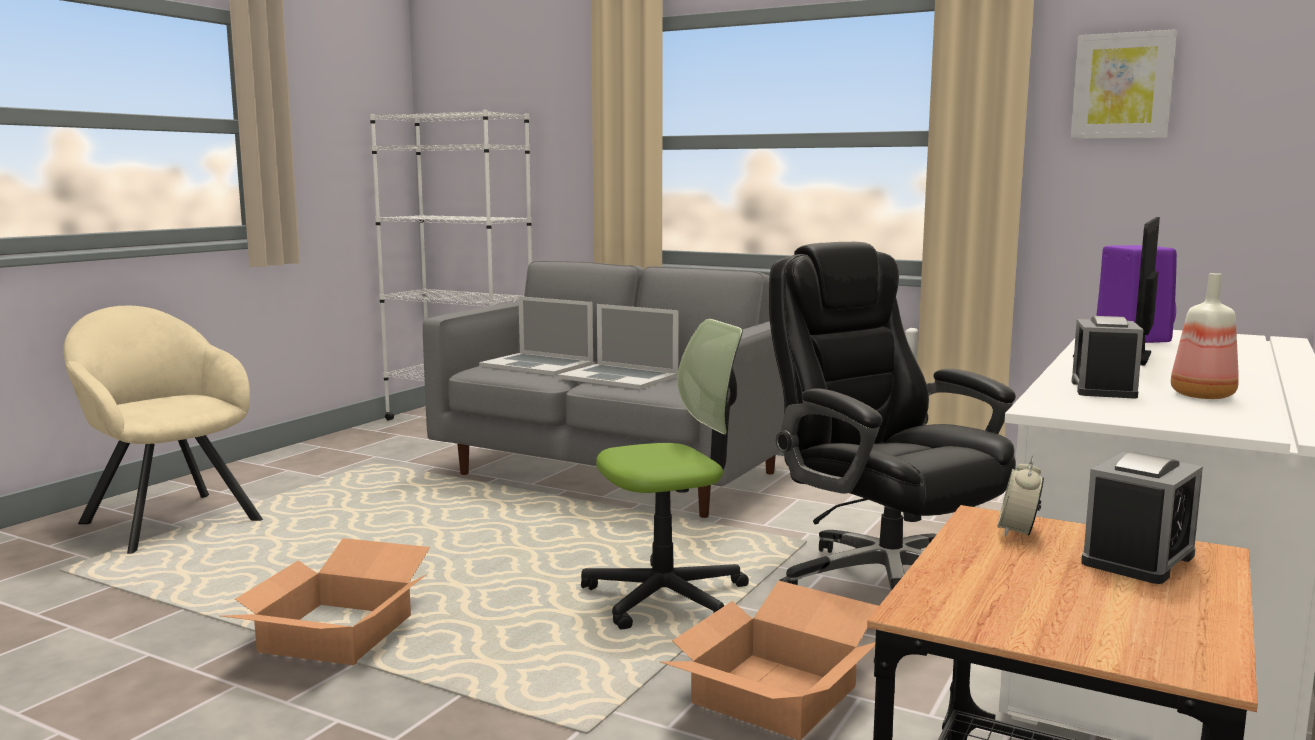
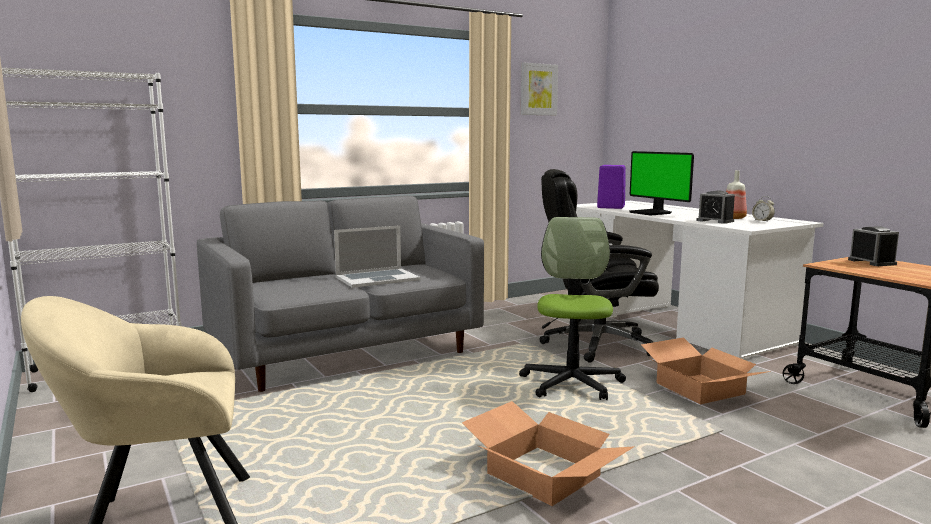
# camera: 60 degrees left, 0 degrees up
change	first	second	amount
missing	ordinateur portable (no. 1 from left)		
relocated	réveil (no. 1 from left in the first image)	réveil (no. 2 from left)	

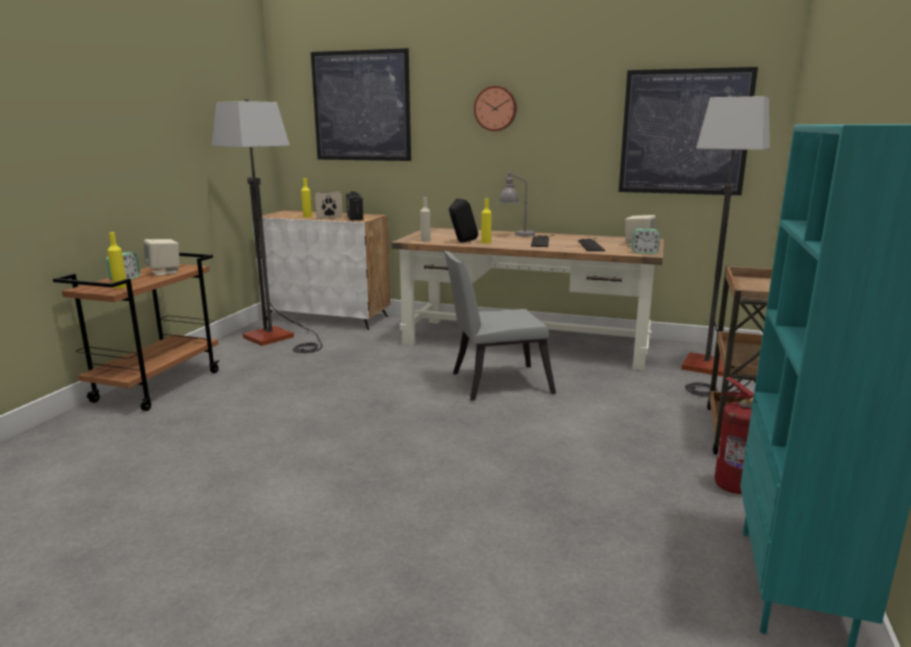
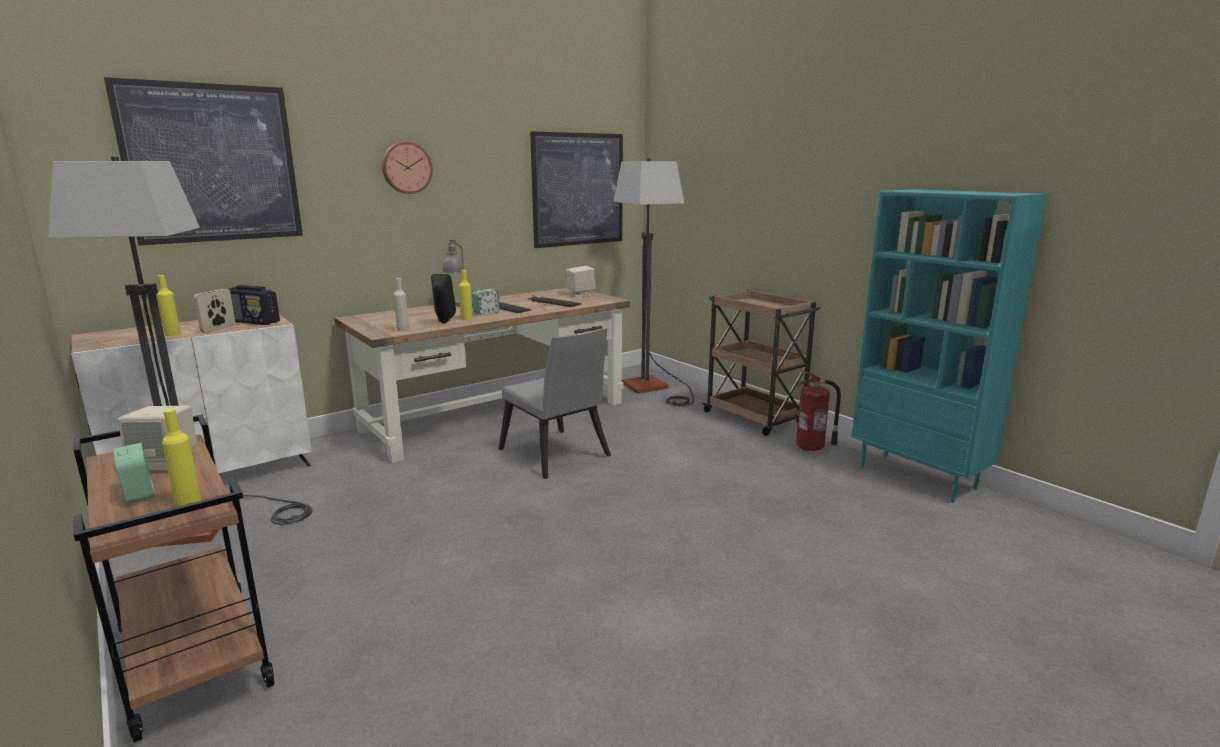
# camera: 55 degrees left, 0 degrees up
change	first	second	amount
relocated	réveil (no. 2 from left)		
spun	chaise (gris)		60 degrees counterclockwise

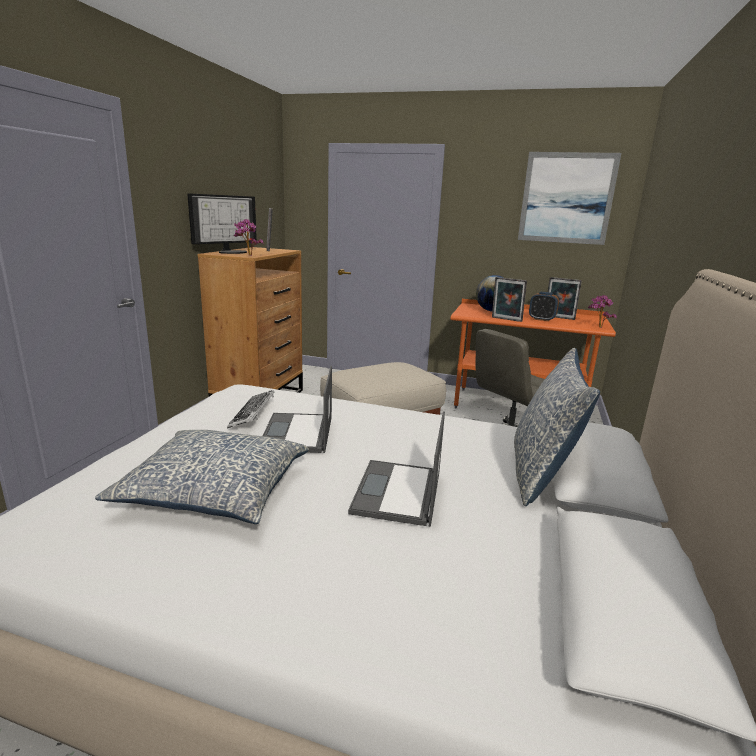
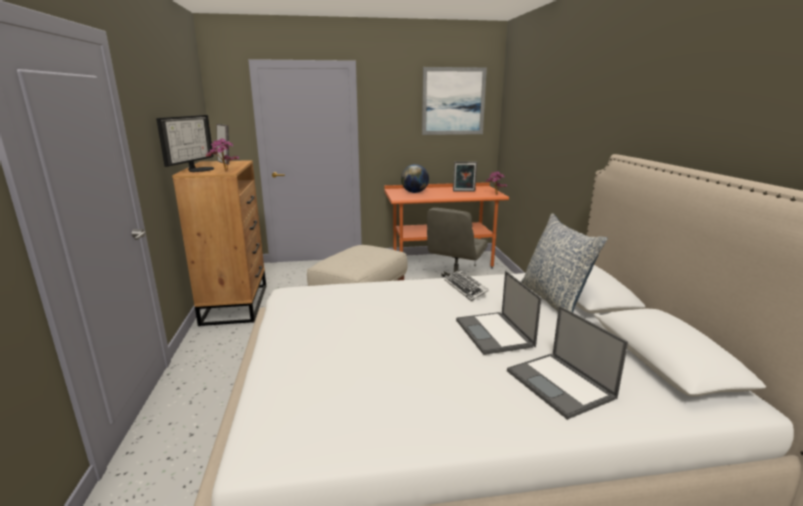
# camera: 25 degrees left, 0 degrees up
change	first	second	amount
missing	coussin (no. 1 from left)		
missing	cadre photo (no. 2 from left)		
missing	réveil		
relocated	clavier		
relocated	ordinateur portable (no. 1 from left in the first image)	ordinateur portable (no. 2 from left)	

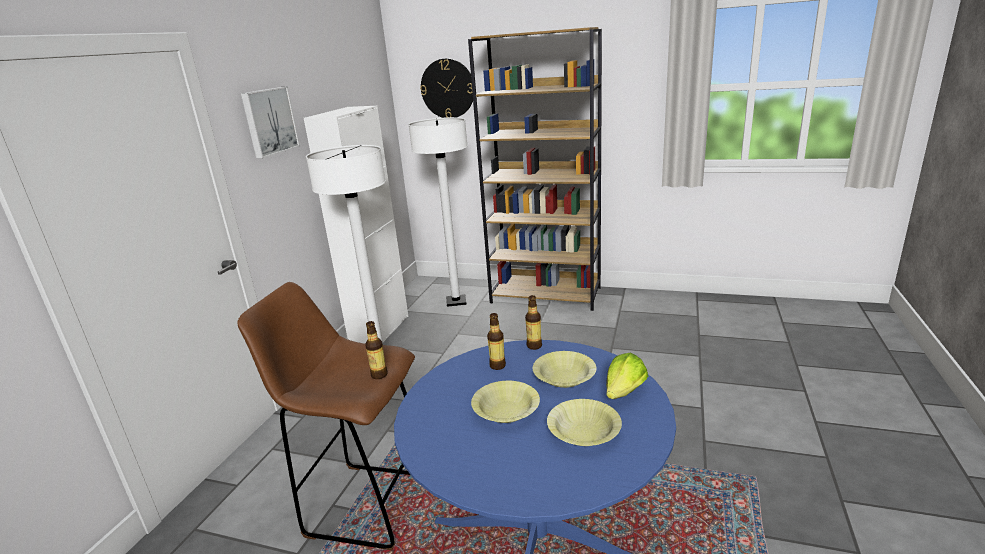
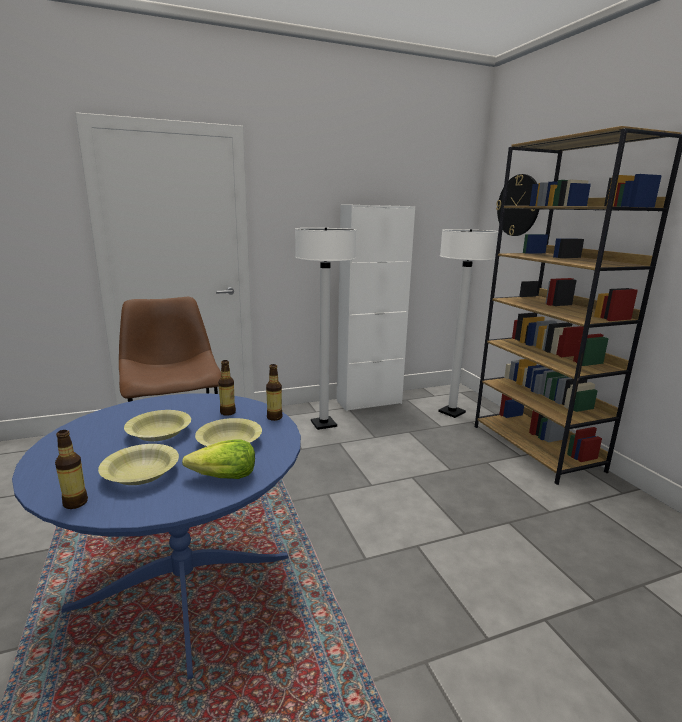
# camera: 50 degrees right, 5 degrees down
change	first	second	amount
missing	tableau		
relocated	bouteille (no. 1 from left)		

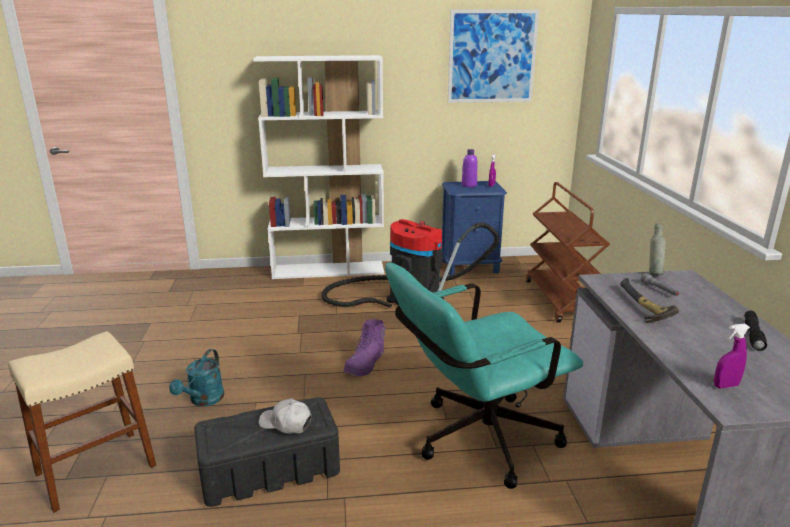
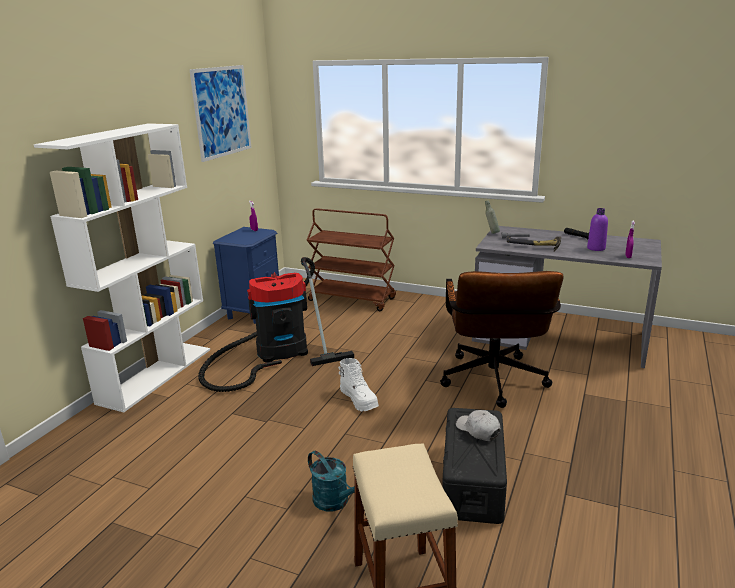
# camera: 60 degrees left, 0 degrees up
change	first	second	amount
relocated	bouteille (violet)		
colour	botte (violet)	botte (blanc)	
colour	chaise de bureau (turquoise)	chaise de bureau (marron)	
spun	casquette (blanc)		90 degrees clockwise

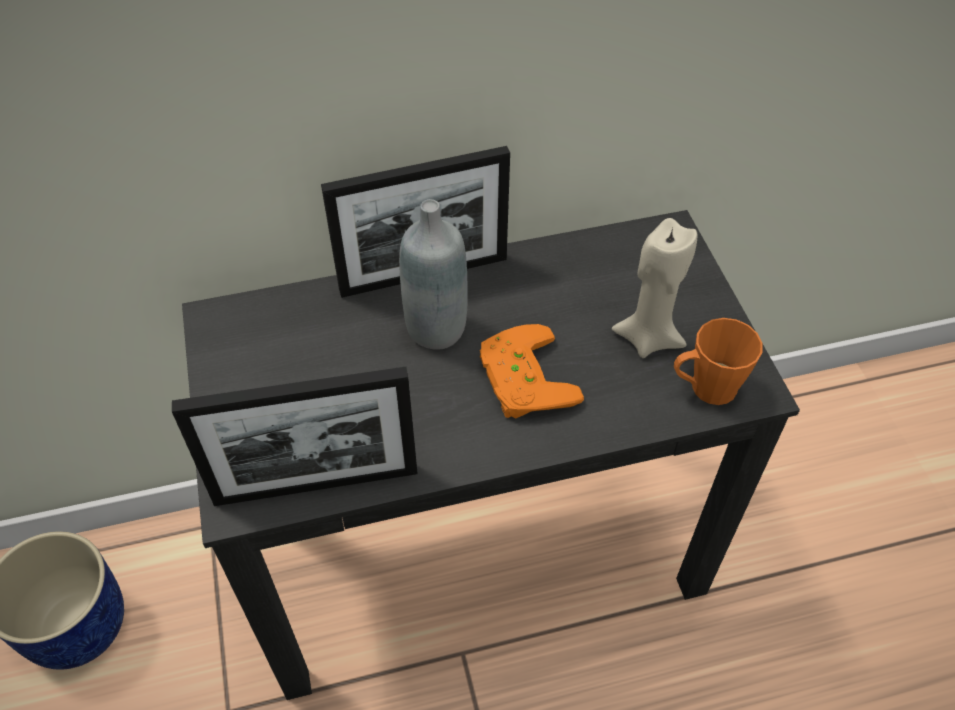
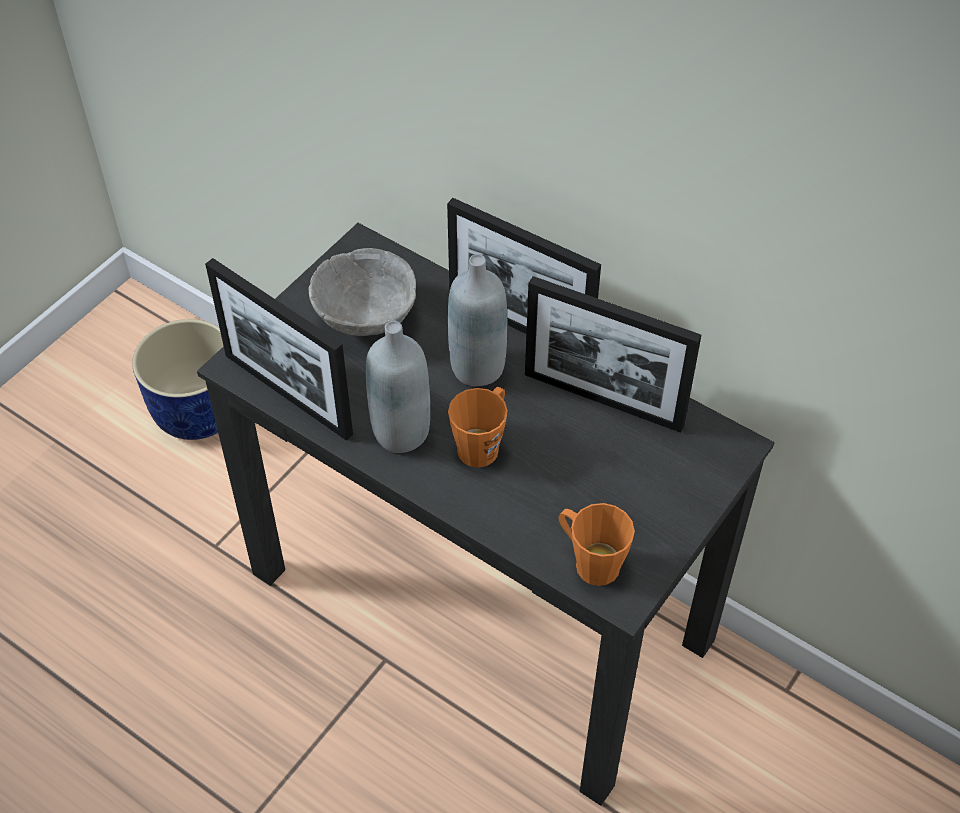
# camera: 50 degrees right, 0 degrees up
change	first	second	amount
missing	bougie (beige)		
appeared		bol (gris)	
appeared		bouteille (gris) (no. 1 from left)	
appeared		cadre photo (no. 3 from left)	
exchanged	manette (orange)	mug (orange) (no. 1 from left)	

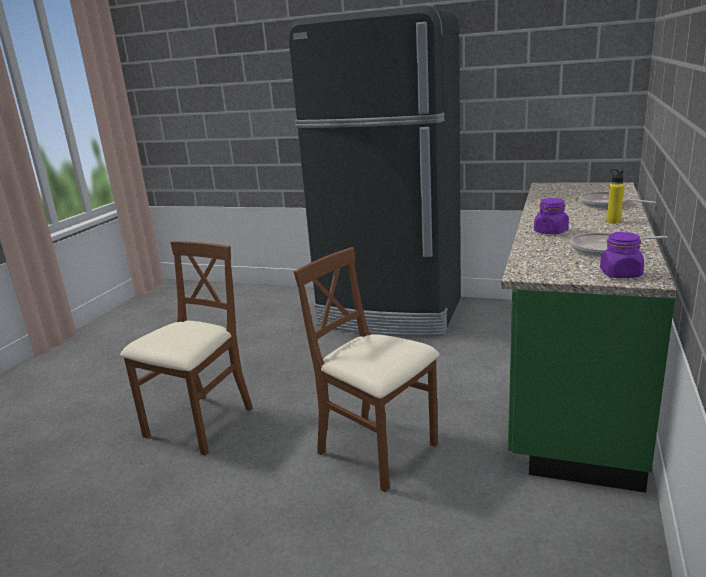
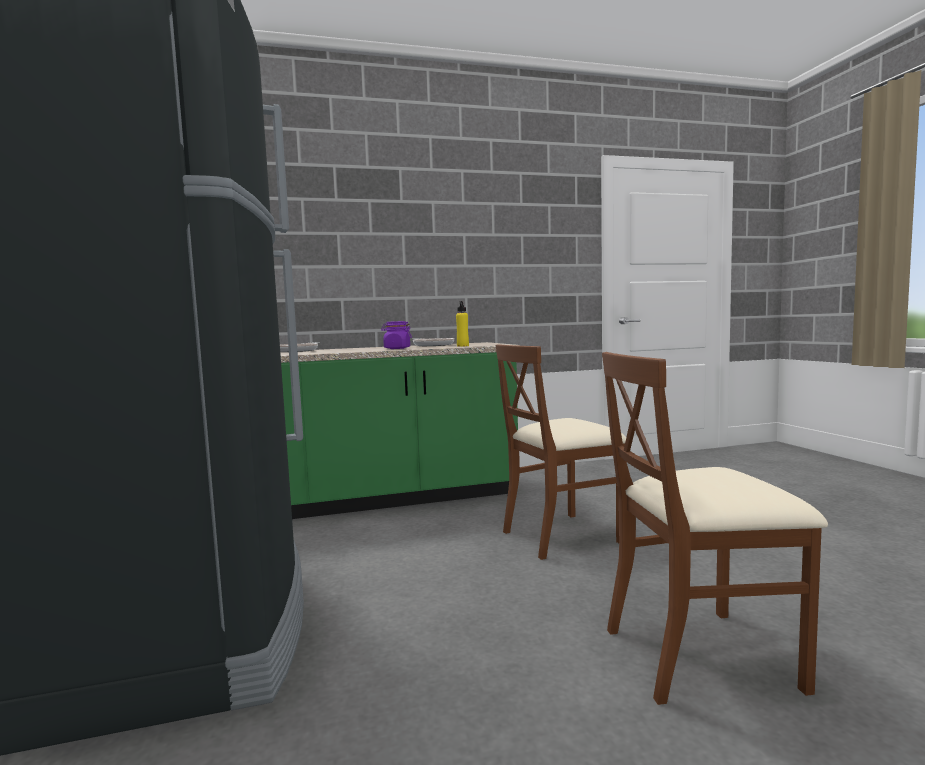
# camera: 125 degrees left, 15 degrees down
change	first	second	amount
missing	bocal (violet) (no. 2 from left)		
relocated	bouteille (jaune)		
spun	chaise (marron) (no. 2 from left in the first image)	chaise (marron) (no. 1 from left)	60 degrees clockwise

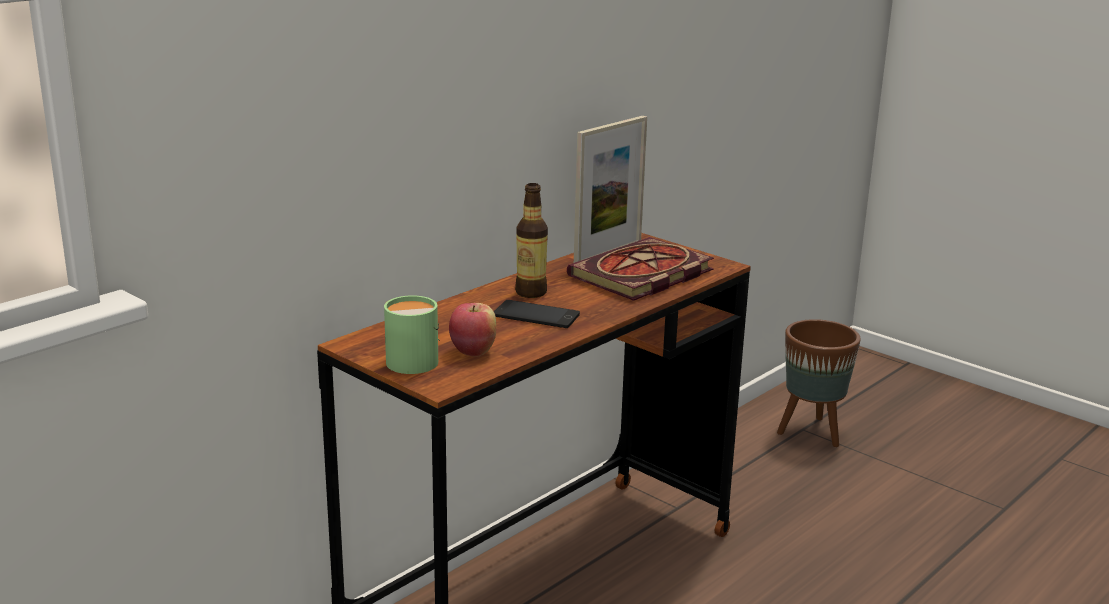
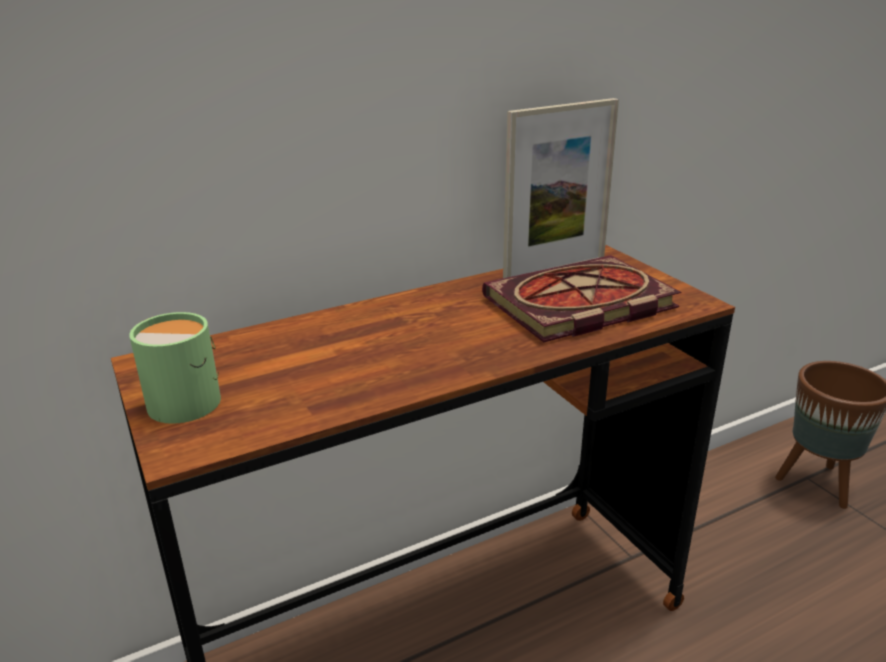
# camera: 20 degrees right, 5 degrees up
change	first	second	amount
missing	pomme		
missing	téléphone		
missing	bouteille		

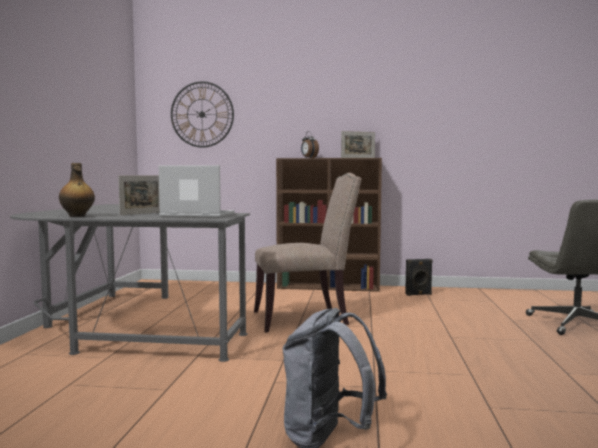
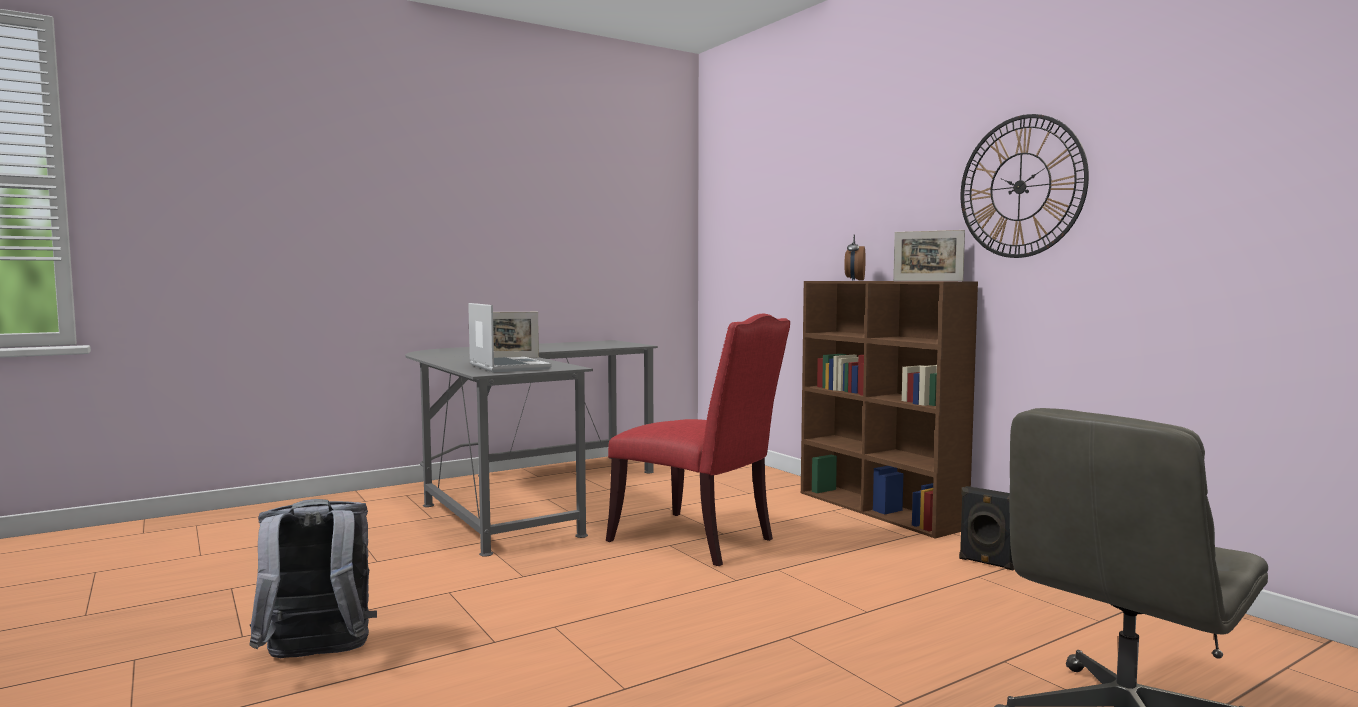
# camera: 50 degrees right, 0 degrees up
change	first	second	amount
missing	bouteille		
relocated	horloge murale		
colour	chaise (beige)	chaise (rouge)	

